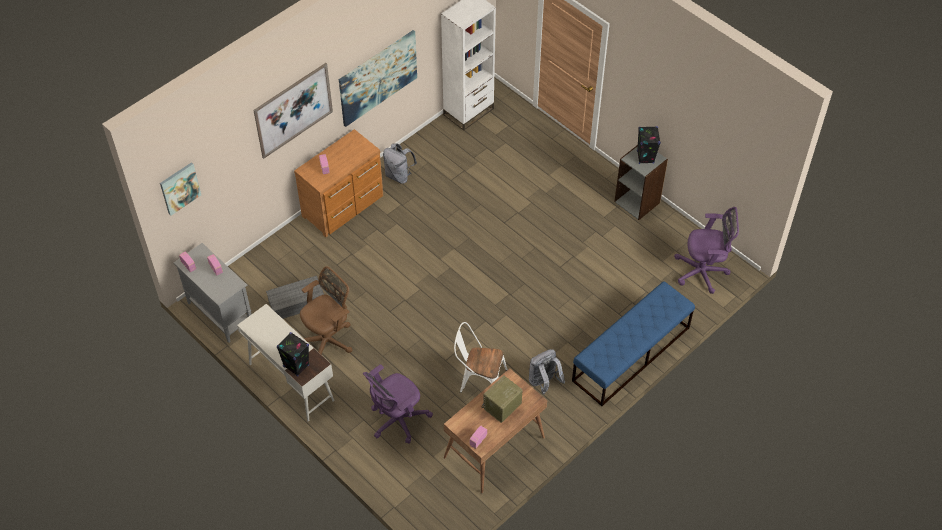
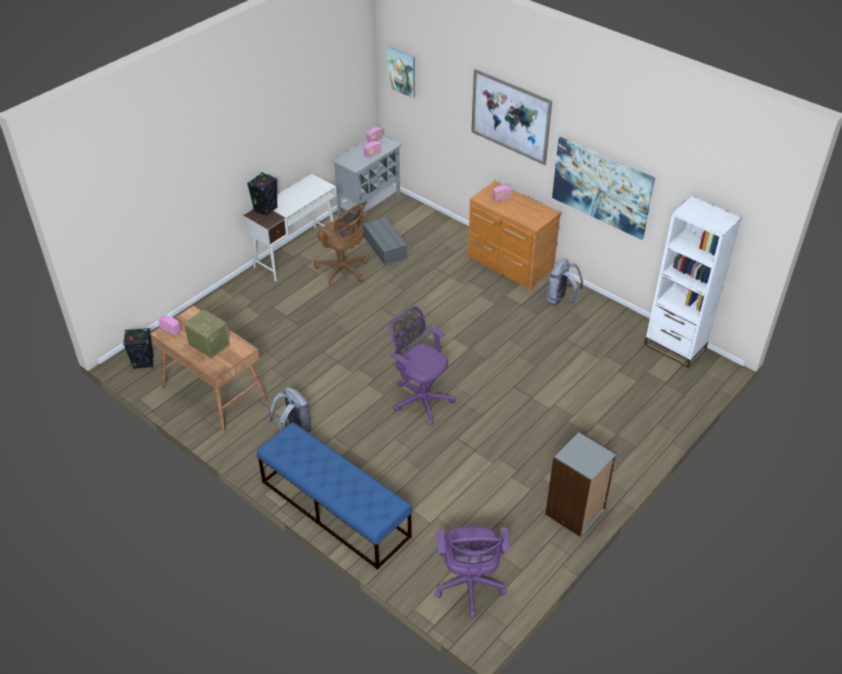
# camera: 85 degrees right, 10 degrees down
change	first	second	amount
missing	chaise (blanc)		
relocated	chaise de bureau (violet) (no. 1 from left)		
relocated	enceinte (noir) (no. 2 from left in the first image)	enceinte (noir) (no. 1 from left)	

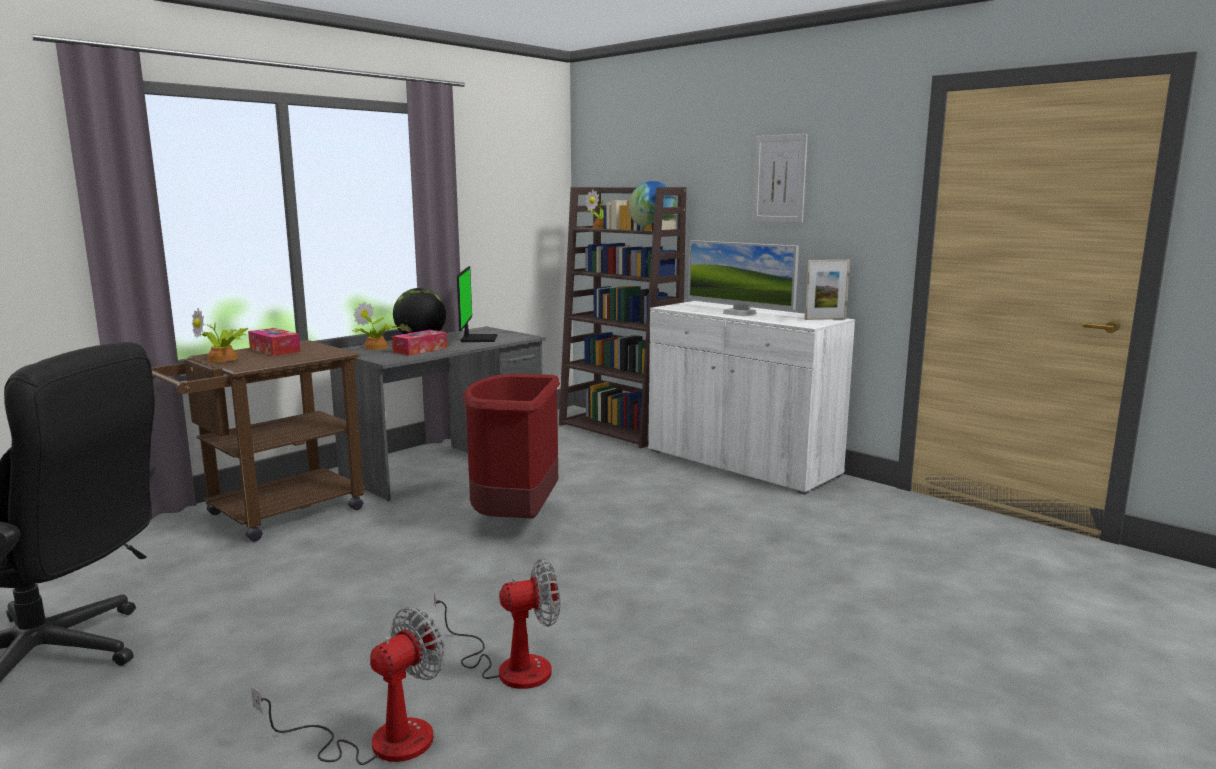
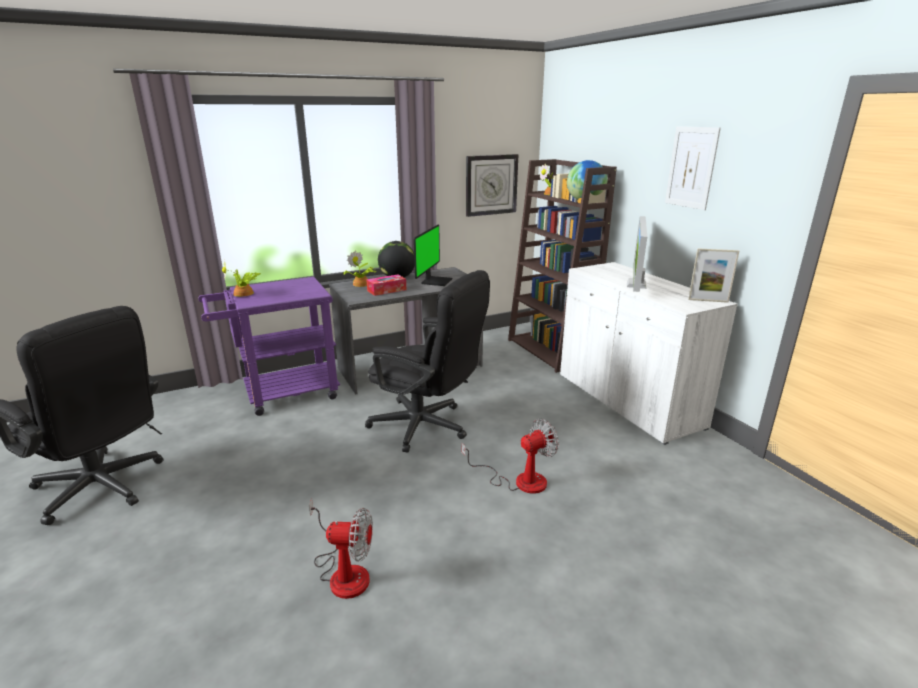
# camera: 20 degrees right, 10 degrees up
change	first	second	amount
missing	boîte à mouchoirs (no. 1 from left)		
appeared		horloge murale	
relocated	ventilateur (no. 1 from left in the first image)	ventilateur (no. 2 from left)	
exchanged	poubelle (rouge)	chaise de bureau (noir) (no. 2 from left)	
colour	chariot (marron)	chariot (violet)	
spun	écran d'ordinateur (no. 2 from left)		45 degrees clockwise

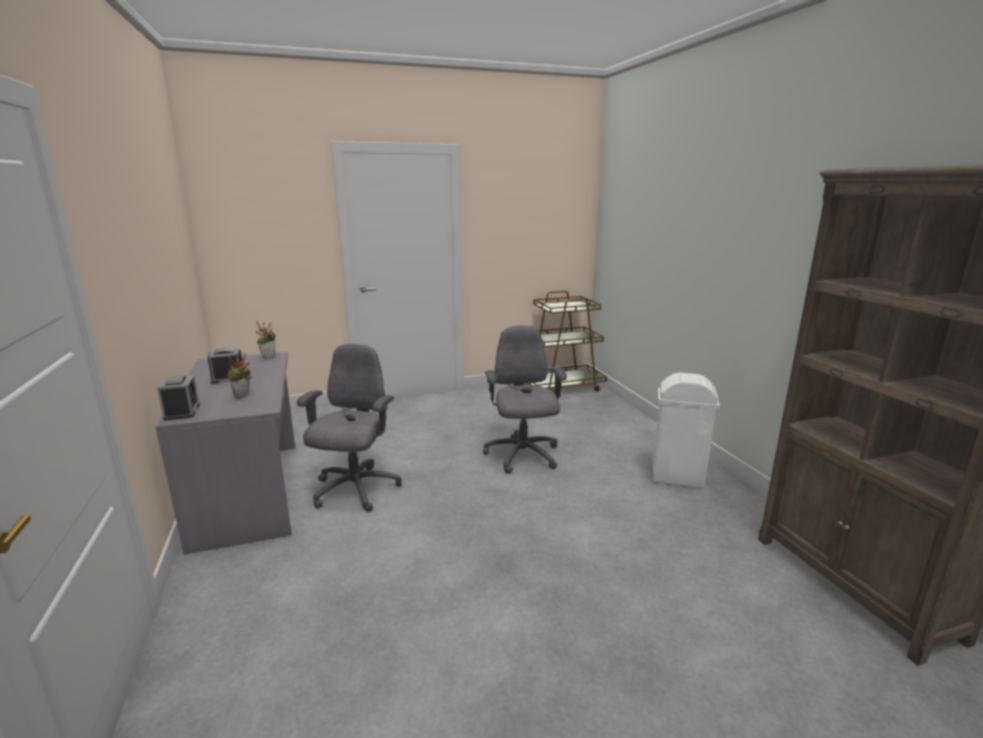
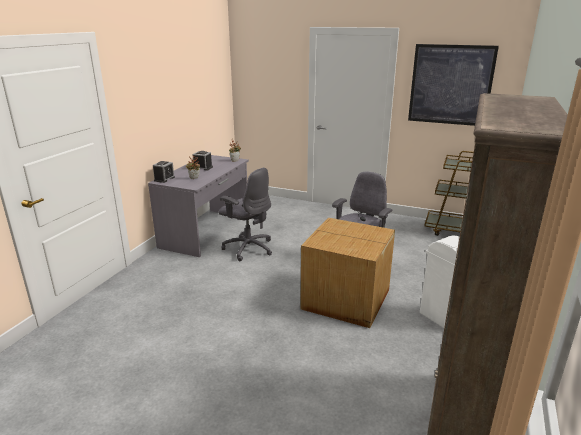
# camera: 40 degrees right, 5 degrees up
change	first	second	amount
appeared		carton	
appeared		tableau	
spun	chaise de bureau (gris) (no. 1 from left)		75 degrees clockwise

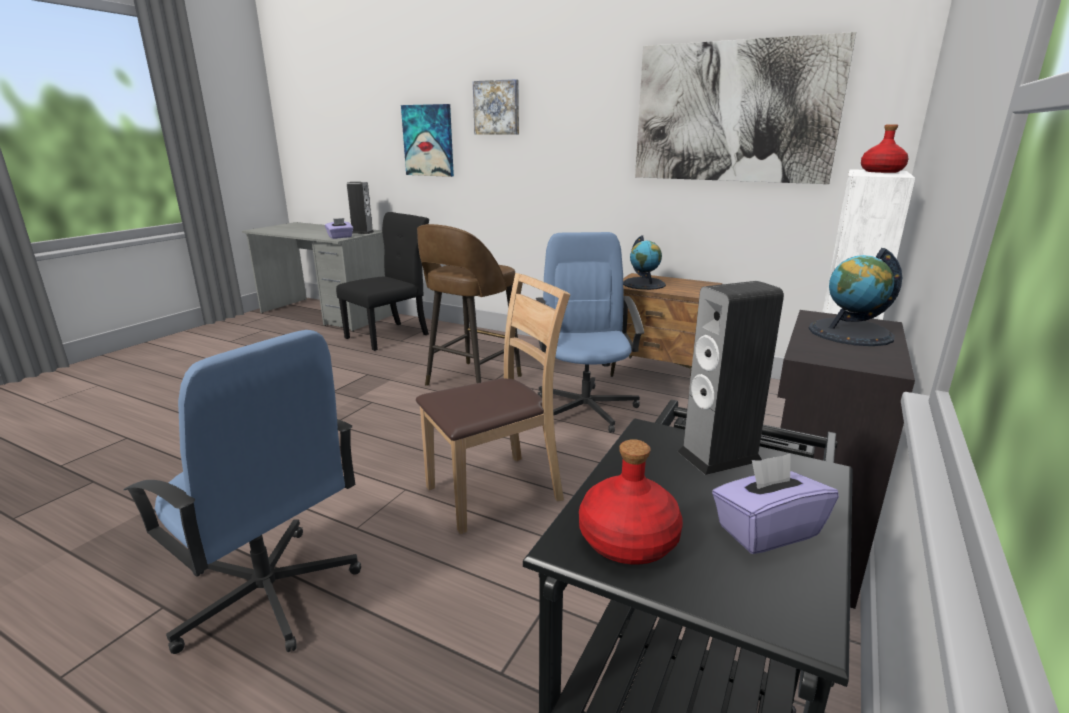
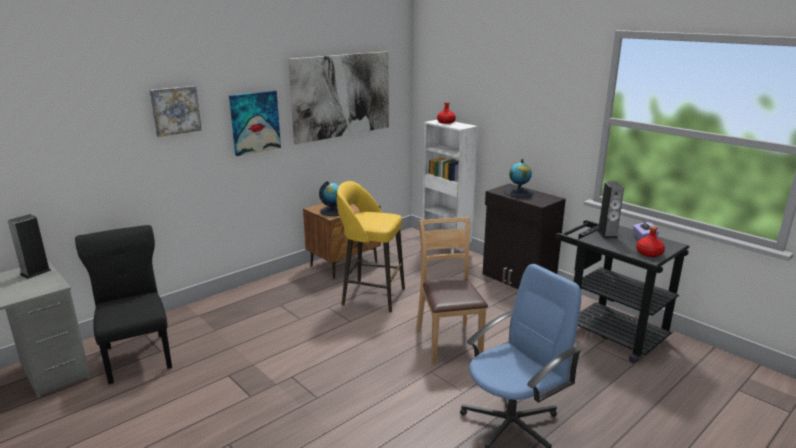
# camera: 70 degrees left, 0 degrees up
change	first	second	amount
missing	boîte à mouchoirs (violet) (no. 1 from left)		
missing	tabouret (marron)		
relocated	tableau (no. 1 from left in the first image)	tableau (no. 2 from left)	
exchanged	chaise de bureau (bleu) (no. 2 from left)	tabouret (jaune)	

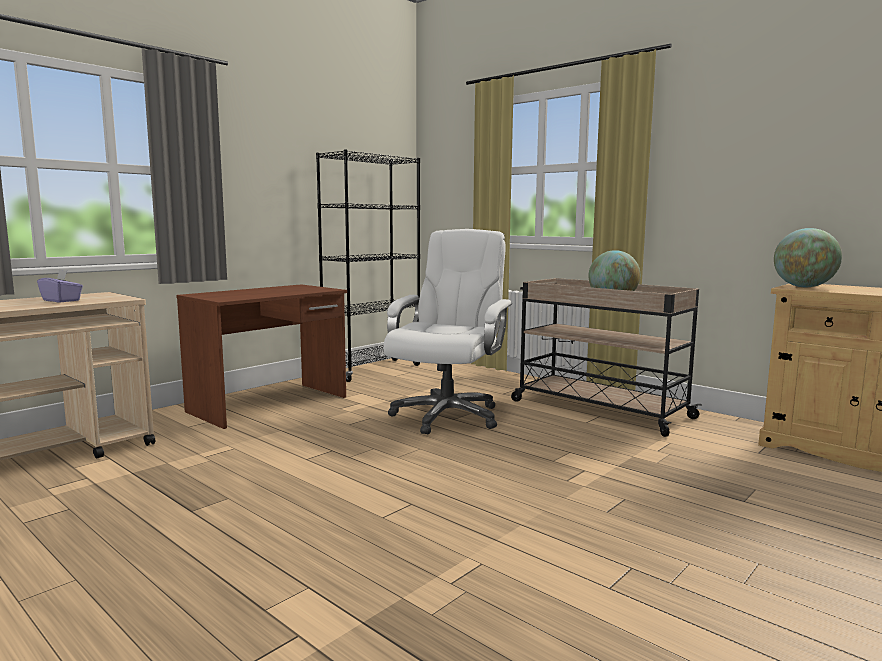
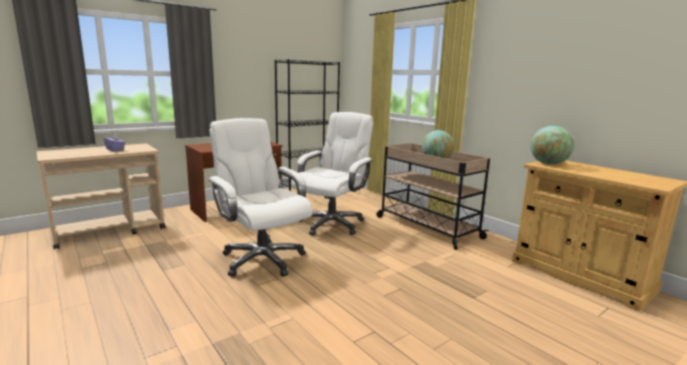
# camera: 10 degrees right, 5 degrees up
change	first	second	amount
appeared		chaise de bureau (blanc) (no. 1 from left)	

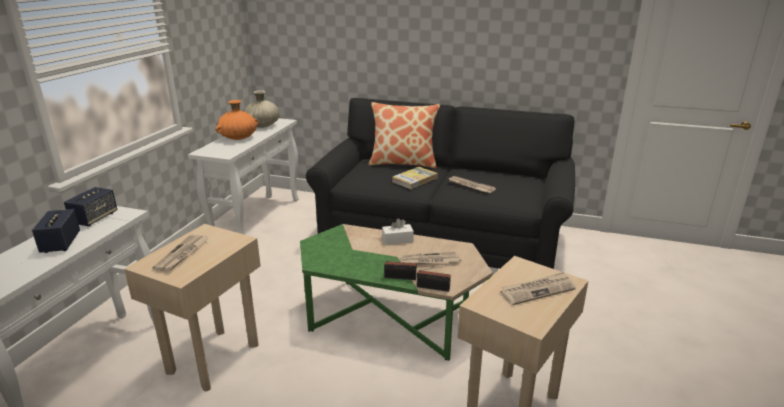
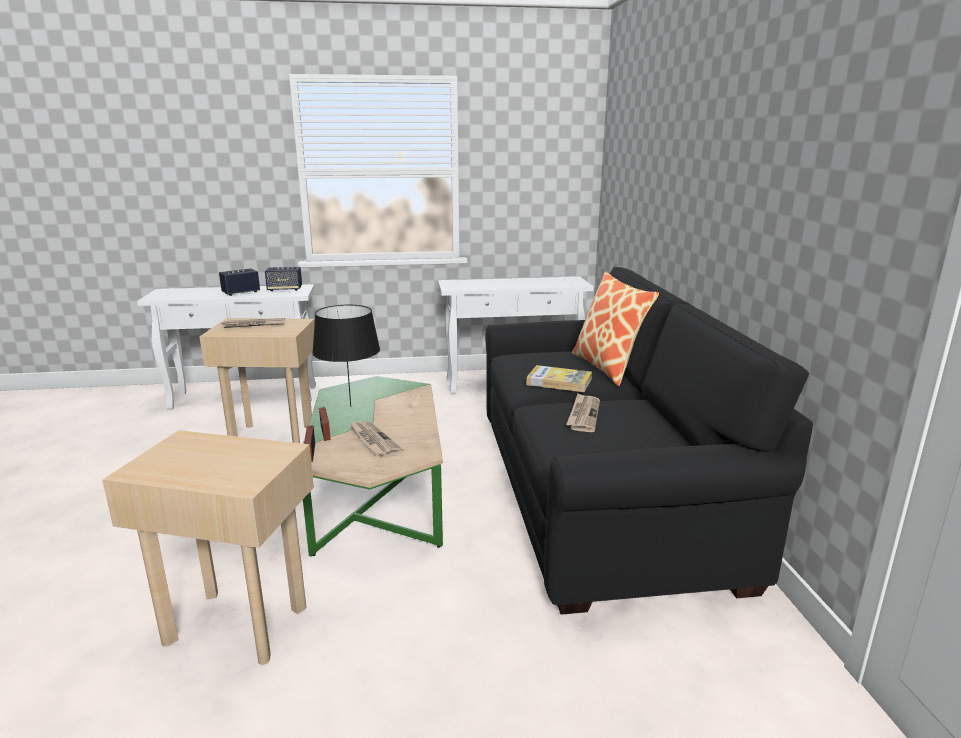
# camera: 65 degrees right, 5 degrees down
change	first	second	amount
missing	vase (orange)		
missing	vase (beige)		
missing	boîte à mouchoirs (blanc)		
missing	journal (no. 4 from left)		
appeared		lampe de table (noir)	

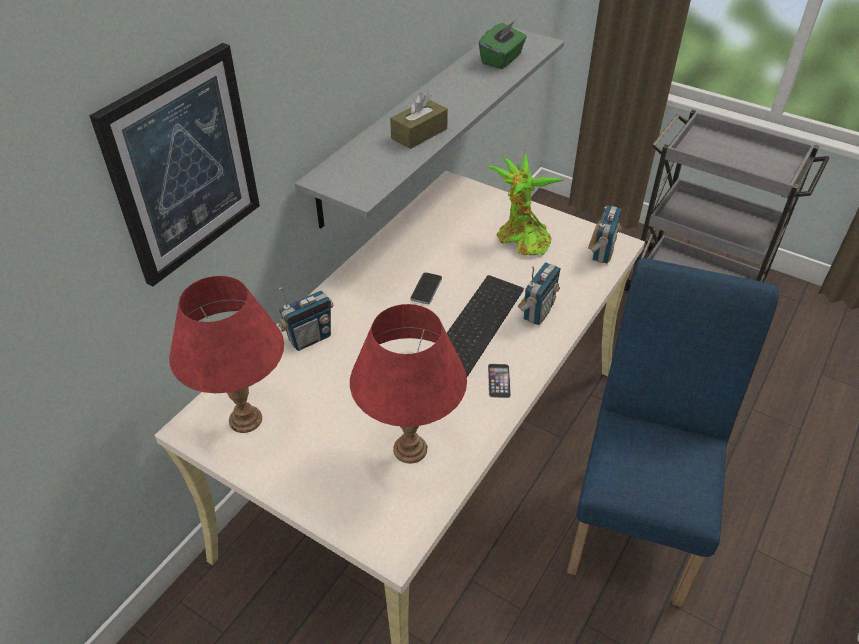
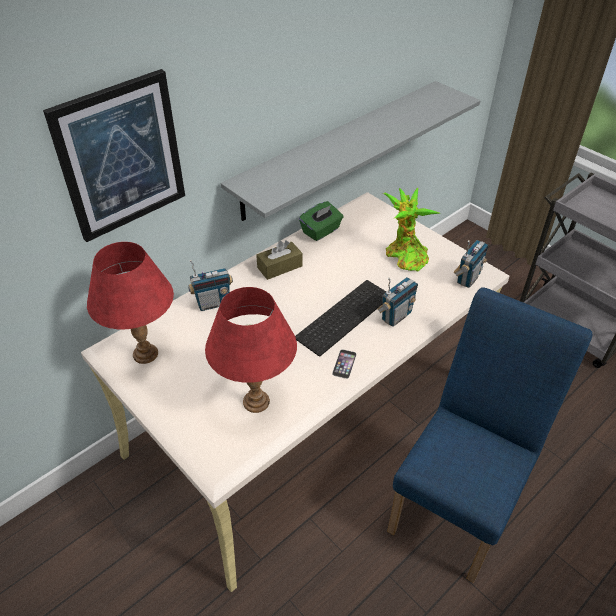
# camera: 15 degrees right, 0 degrees up
change	first	second	amount
missing	téléphone (no. 1 from left)		
relocated	boîte à mouchoirs (marron)		
relocated	boîte à mouchoirs (vert)		

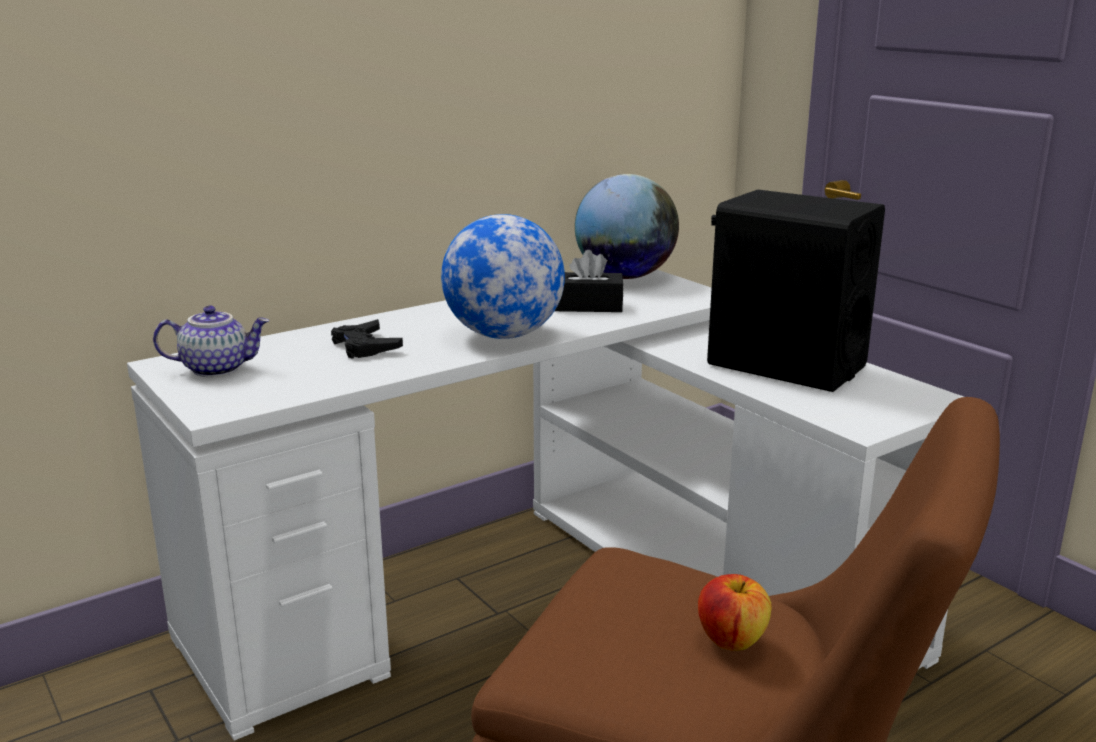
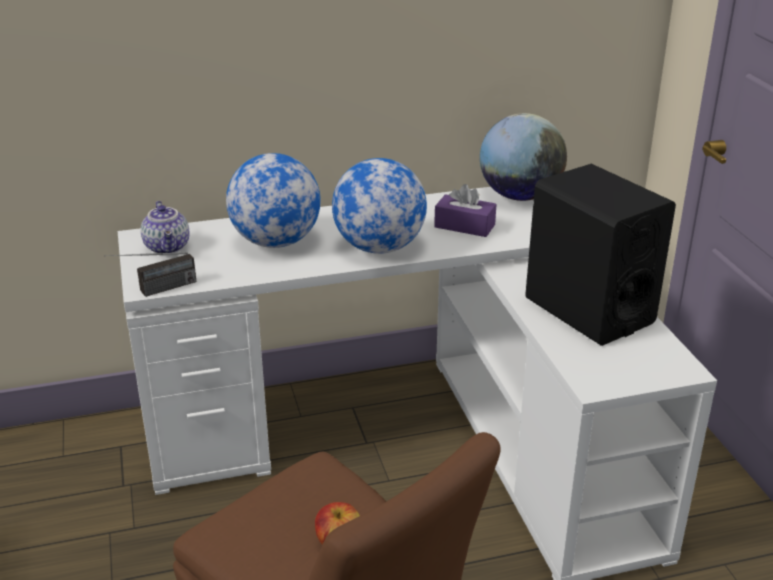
# camera: 20 degrees right, 10 degrees up
change	first	second	amount
appeared		radio	
exchanged	manette (noir)	globe (no. 1 from left)	
colour	boîte à mouchoirs (noir)	boîte à mouchoirs (violet)	
spun	théière		60 degrees clockwise

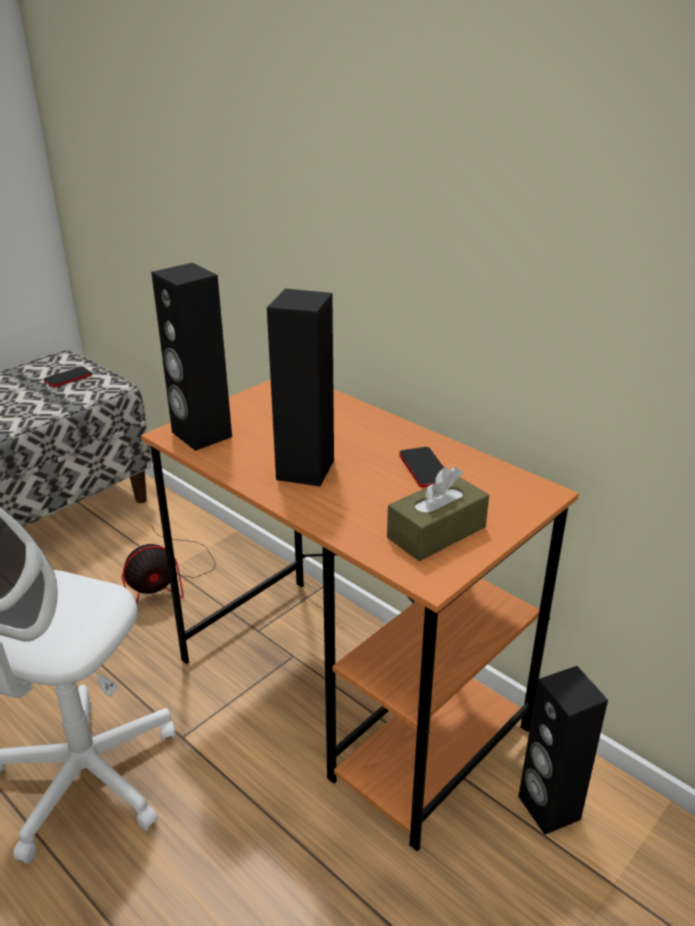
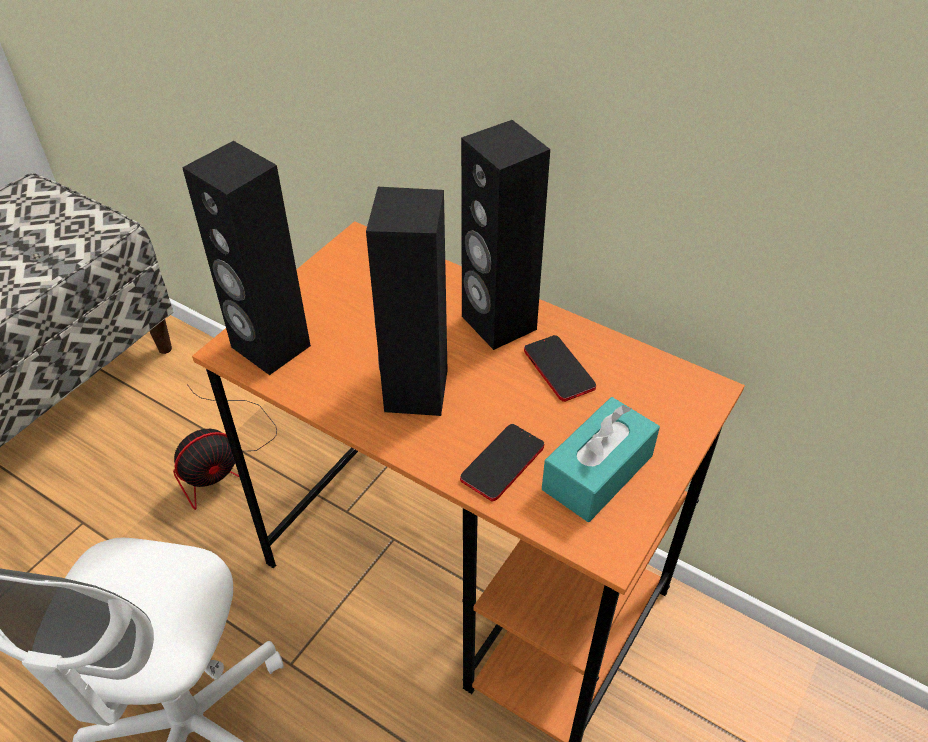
# camera: 10 degrees left, 15 degrees up
change	first	second	amount
relocated	téléphone (no. 1 from left)		
relocated	enceinte (noir) (no. 3 from left)		
colour	boîte à mouchoirs (marron)	boîte à mouchoirs (turquoise)	

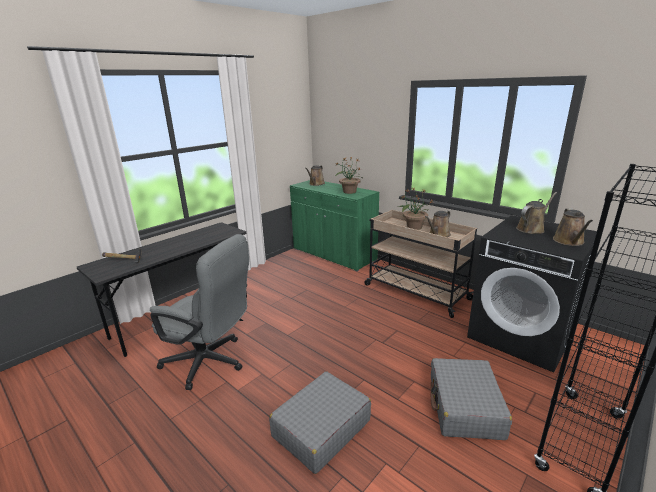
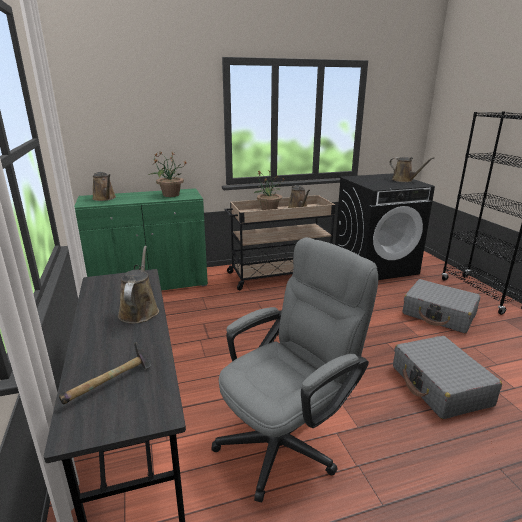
# camera: 60 degrees left, 0 degrees up
change	first	second	amount
relocated	arrosoir (marron) (no. 3 from left in the first image)	arrosoir (marron) (no. 2 from left)	

